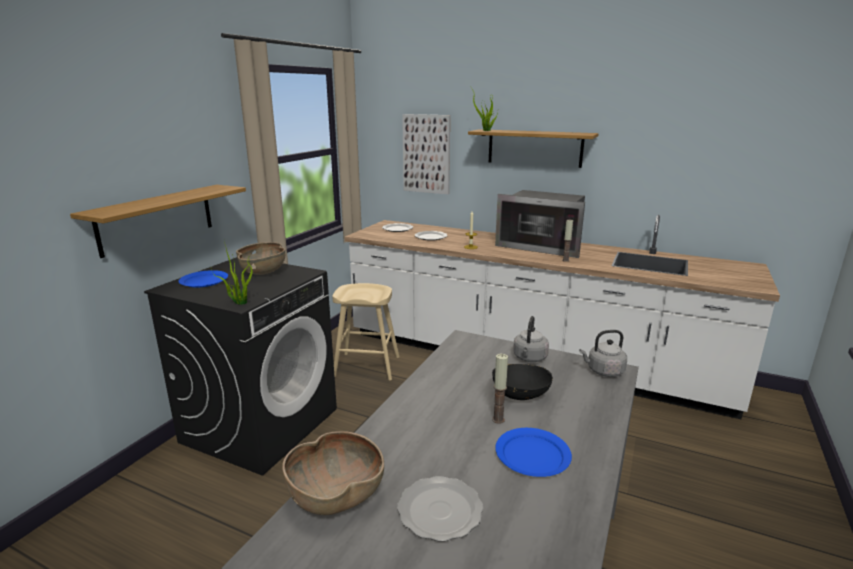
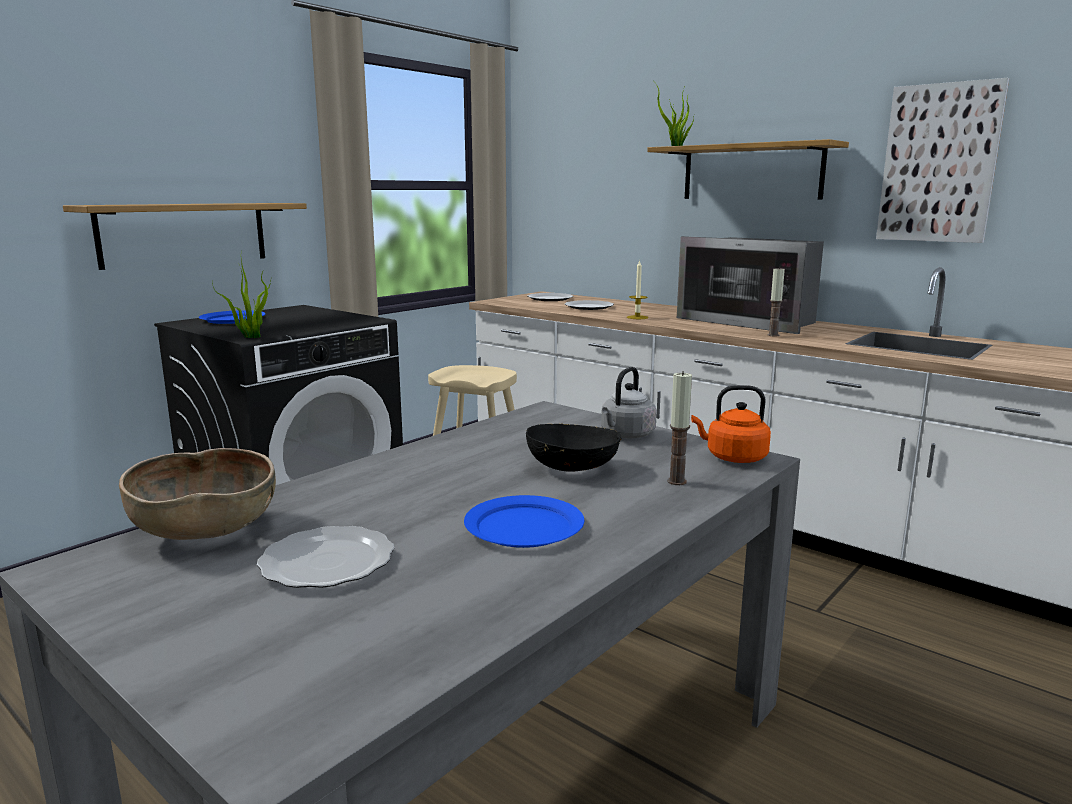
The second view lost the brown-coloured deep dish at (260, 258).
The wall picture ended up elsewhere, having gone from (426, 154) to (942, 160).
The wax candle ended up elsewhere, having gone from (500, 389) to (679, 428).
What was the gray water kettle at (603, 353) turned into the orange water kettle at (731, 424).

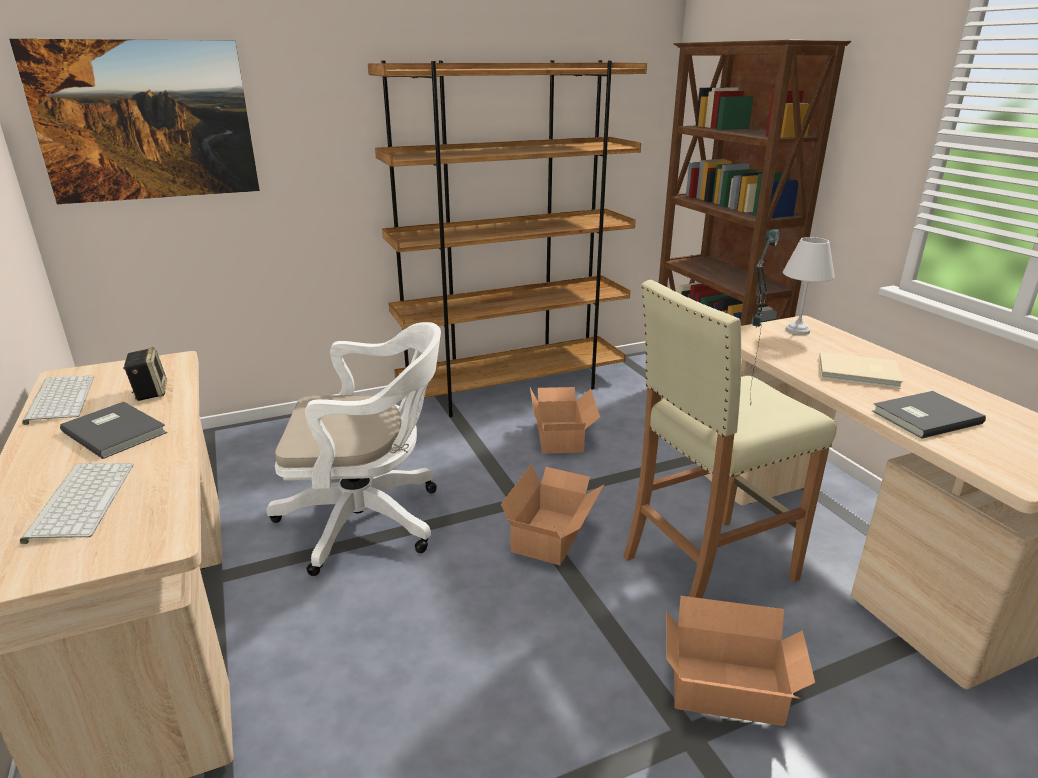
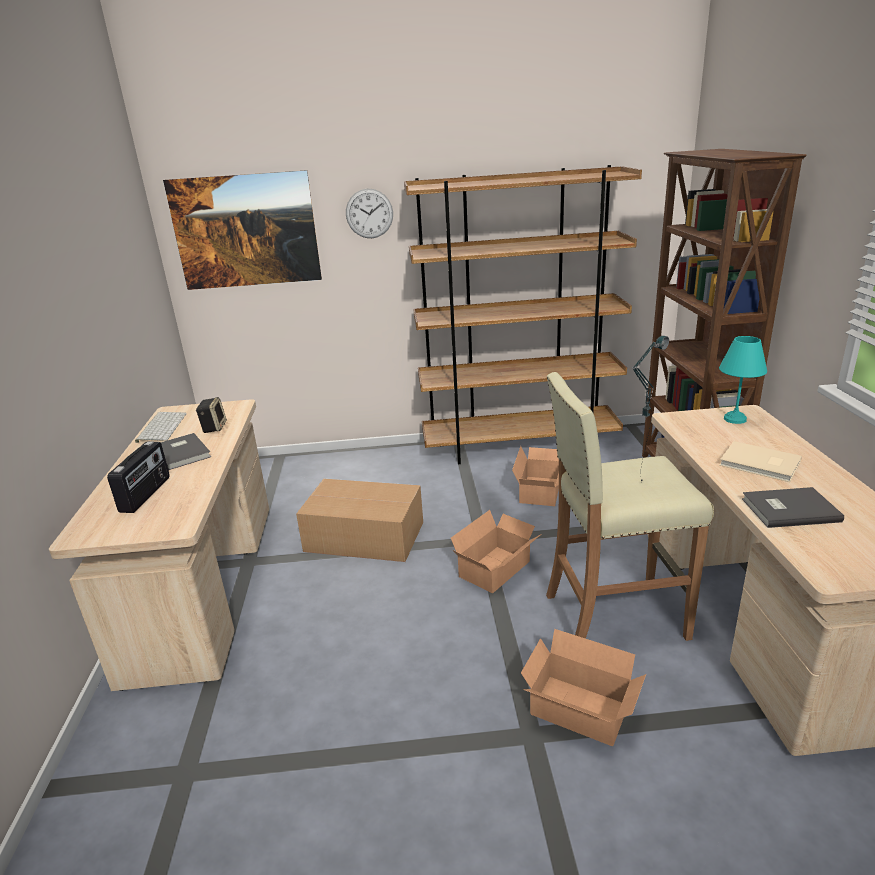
Where the keyboard stood at (77, 503), the radio set came to stand at (138, 477).
Where the whitish office chair stood at (354, 449), the cardboard box came to stand at (359, 520).
What was the whitish table lamp at (809, 286) turned into the blue-green table lamp at (743, 380).
The second view gained the clock on the wall at (369, 213).

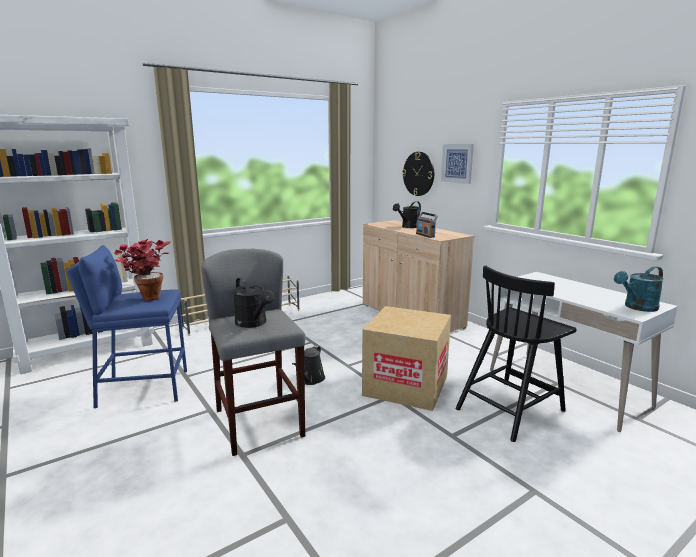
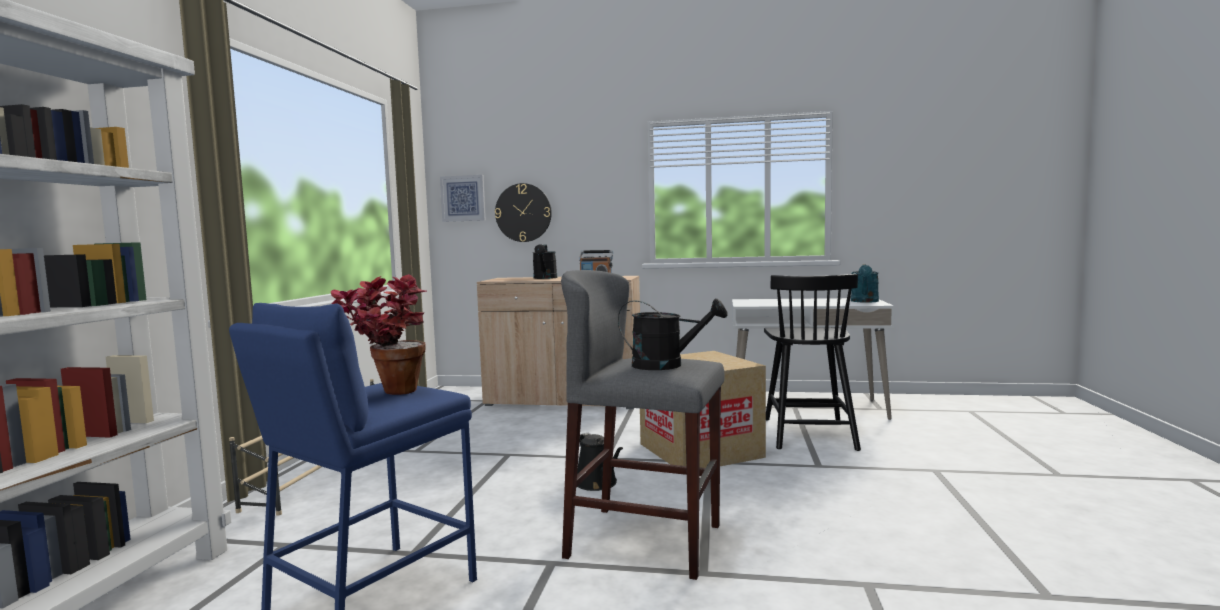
The wall picture ended up elsewhere, having gone from (457, 164) to (463, 198).

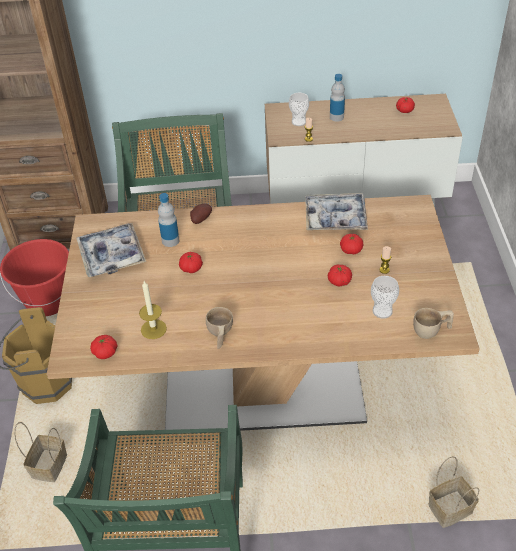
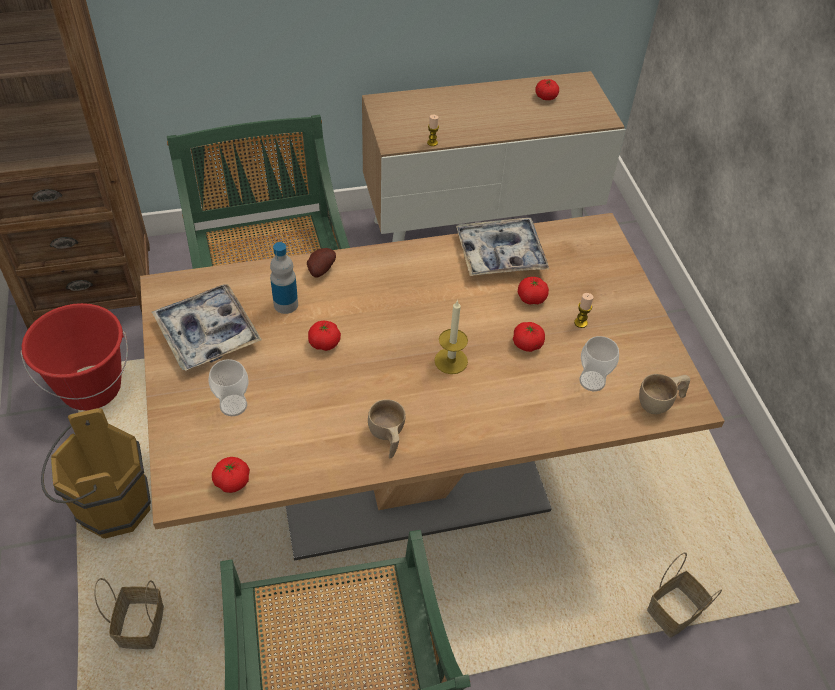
The wax candle ended up elsewhere, having gone from (153, 310) to (451, 337).
The small cup ended up elsewhere, having gone from (299, 109) to (228, 387).
The second view lost the bottle at (337, 98).

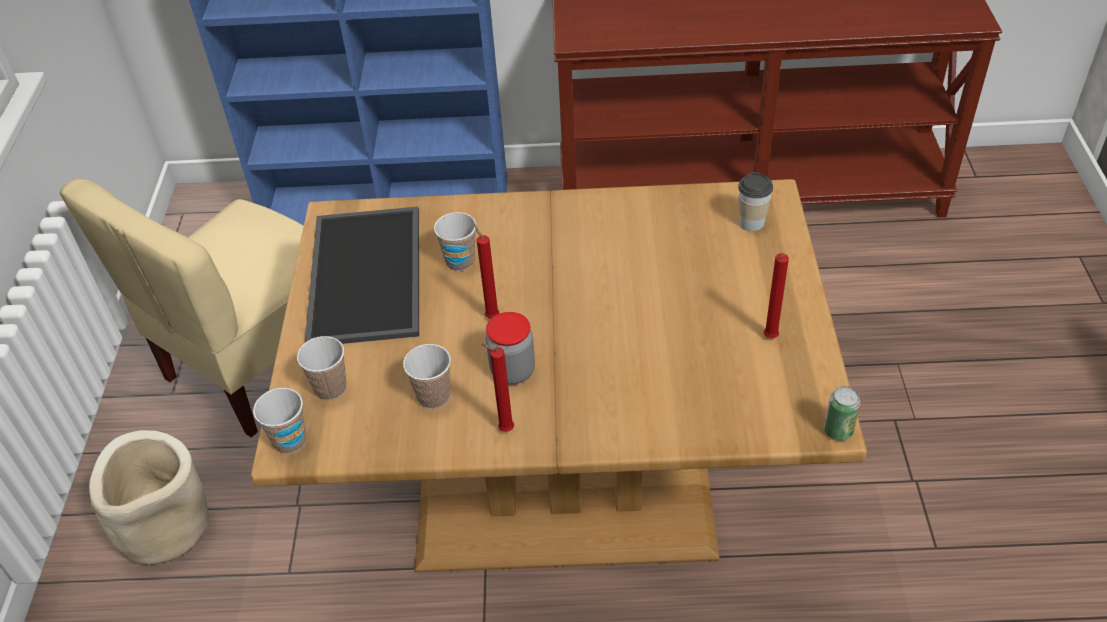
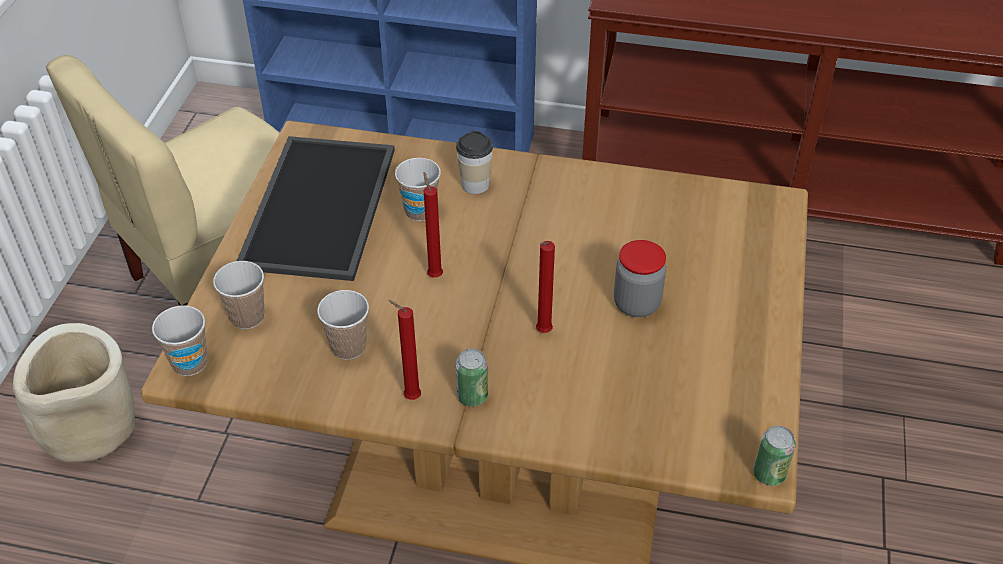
The storage jar ended up elsewhere, having gone from (510, 348) to (640, 278).
The small cup ended up elsewhere, having gone from (755, 201) to (474, 162).
The reddish wax candle ended up elsewhere, having gone from (776, 295) to (545, 287).
The second view gained the metal can at (471, 377).

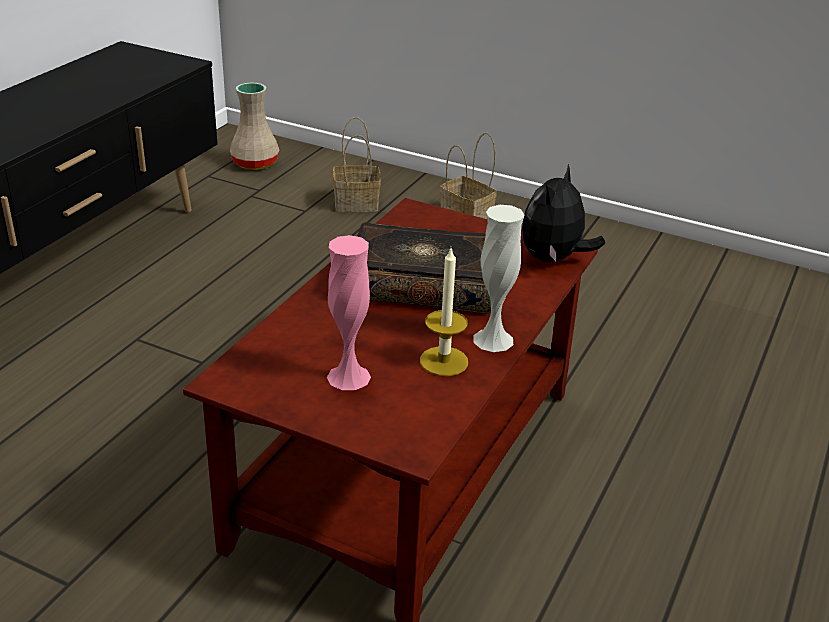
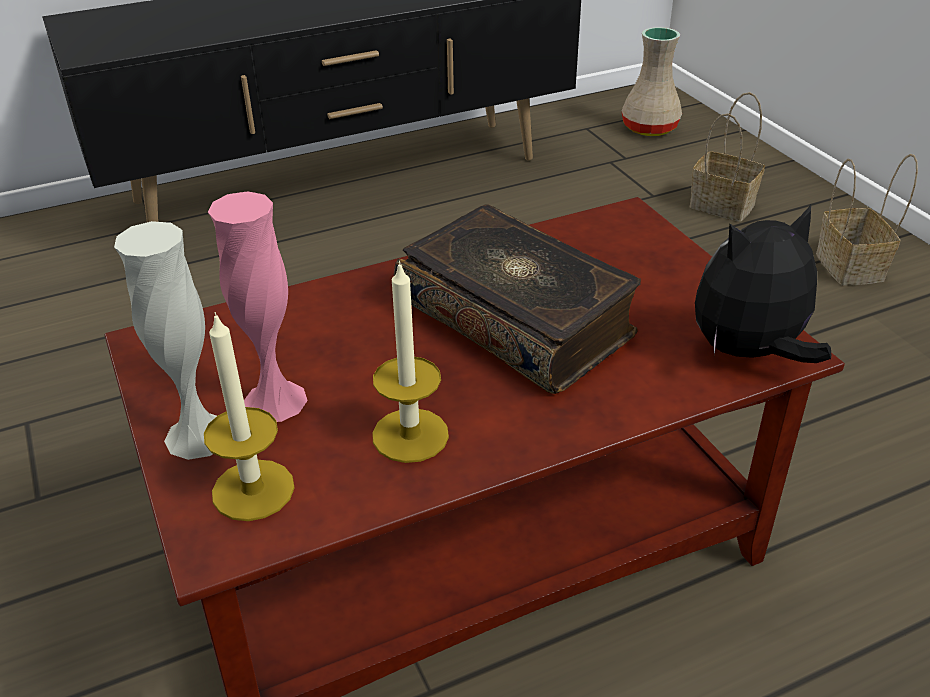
The whitish vase ended up elsewhere, having gone from (498, 278) to (165, 340).
The second view gained the wax candle at (249, 416).

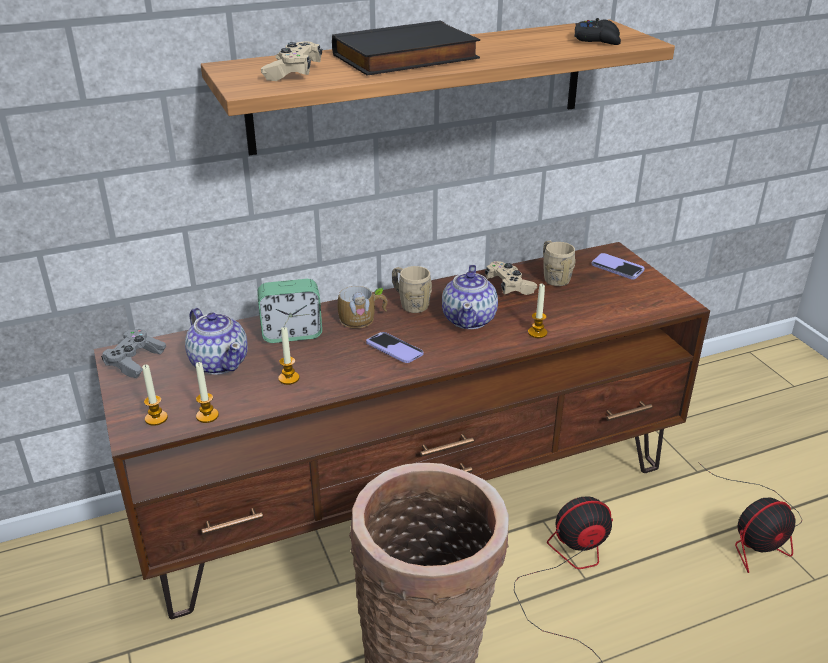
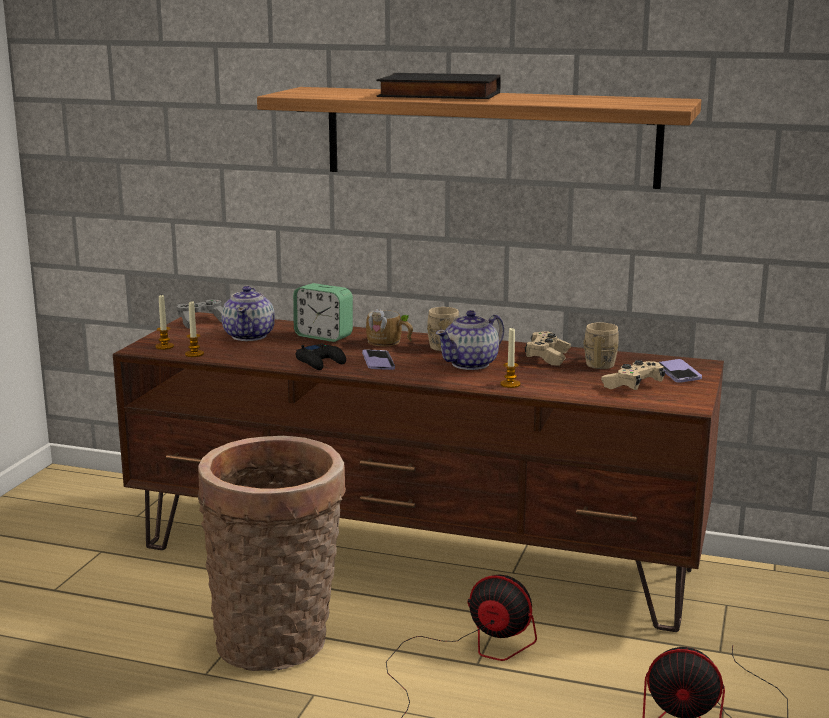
The sand-coloured game controller ended up elsewhere, having gone from (291, 61) to (633, 375).
The second view lost the wax candle at (289, 356).
The black-coloured game controller ended up elsewhere, having gone from (597, 31) to (321, 356).

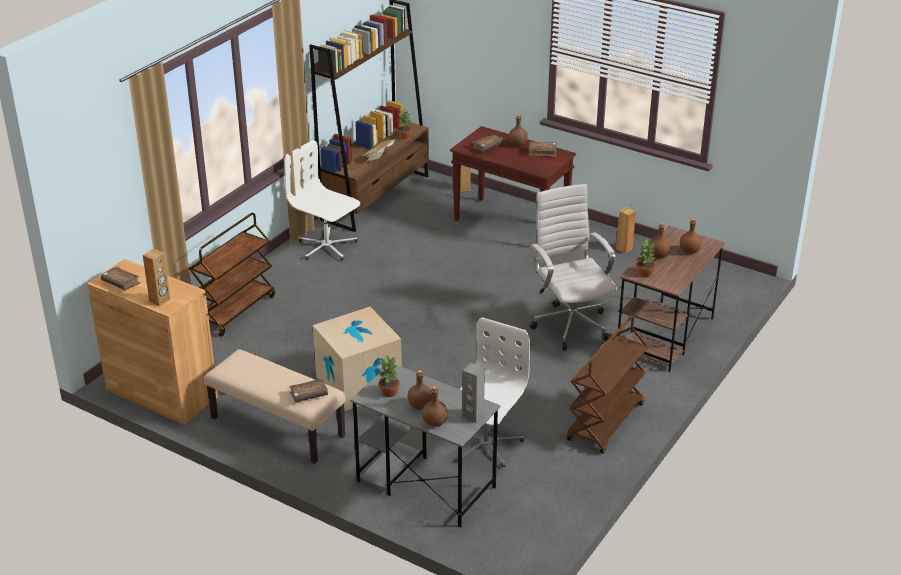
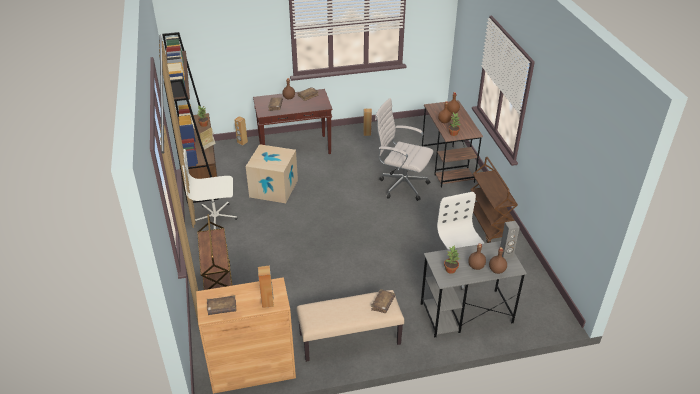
The cardboard box ended up elsewhere, having gone from (357, 359) to (272, 173).

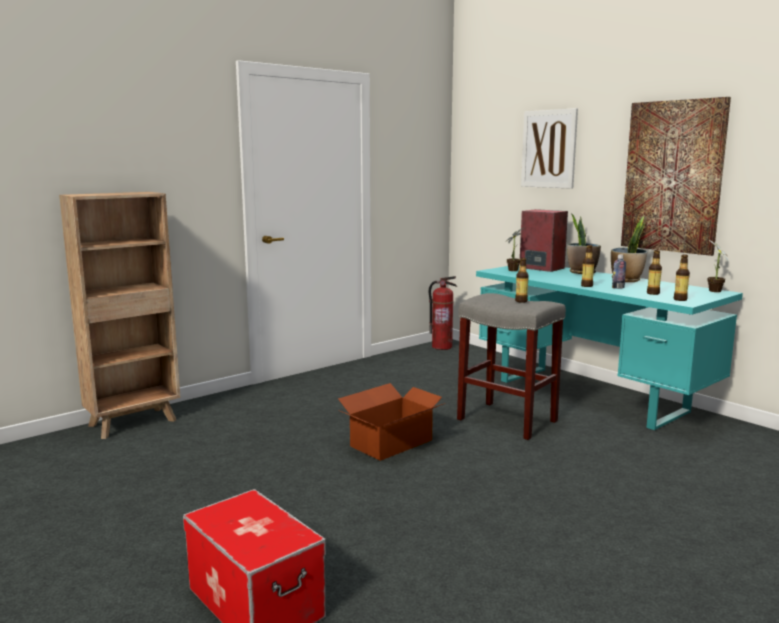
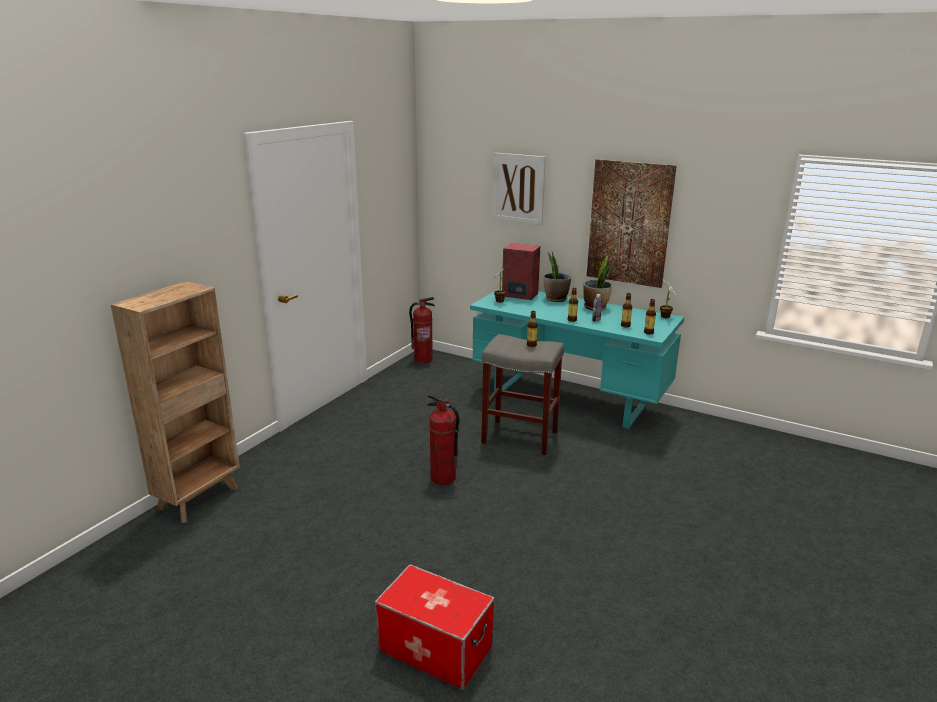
Where the cardboard box stood at (391, 422), the fire extinguisher came to stand at (443, 439).

